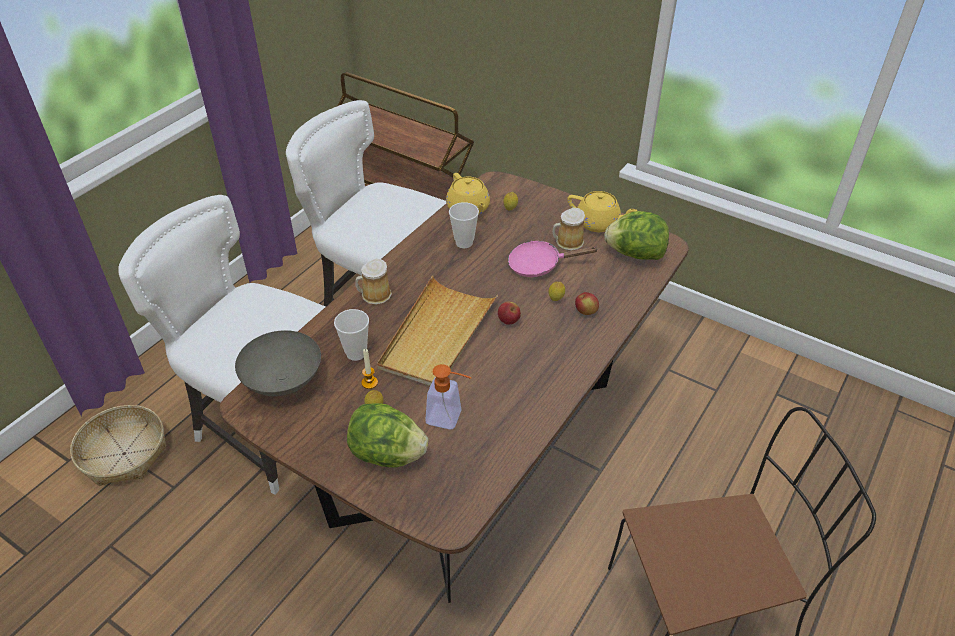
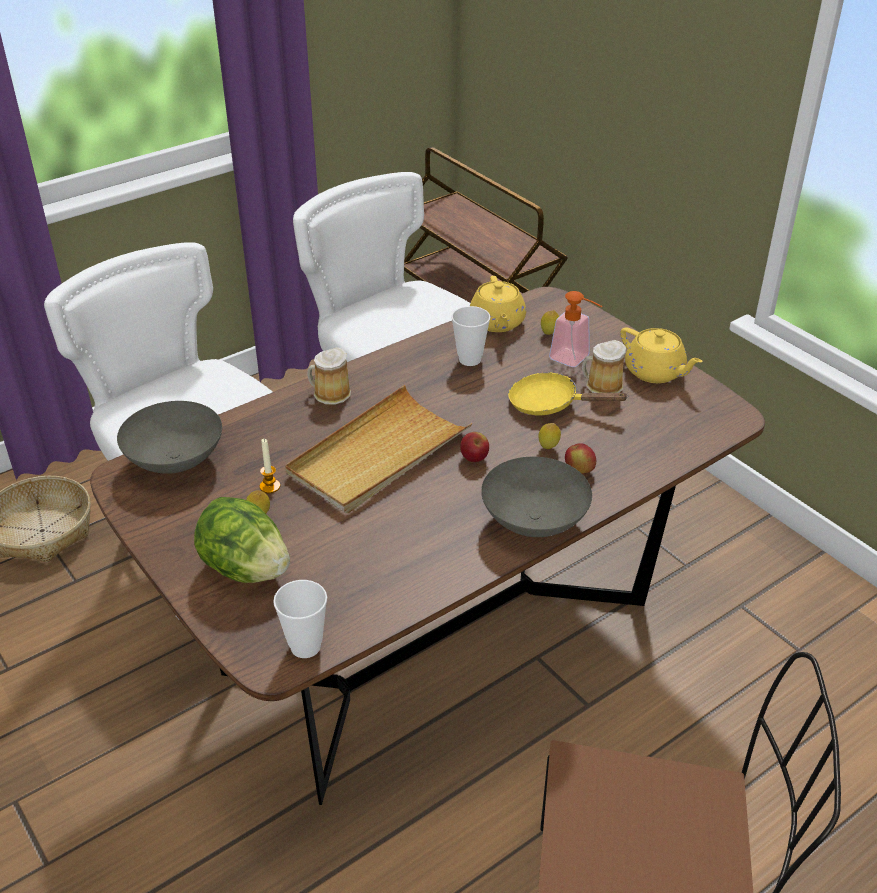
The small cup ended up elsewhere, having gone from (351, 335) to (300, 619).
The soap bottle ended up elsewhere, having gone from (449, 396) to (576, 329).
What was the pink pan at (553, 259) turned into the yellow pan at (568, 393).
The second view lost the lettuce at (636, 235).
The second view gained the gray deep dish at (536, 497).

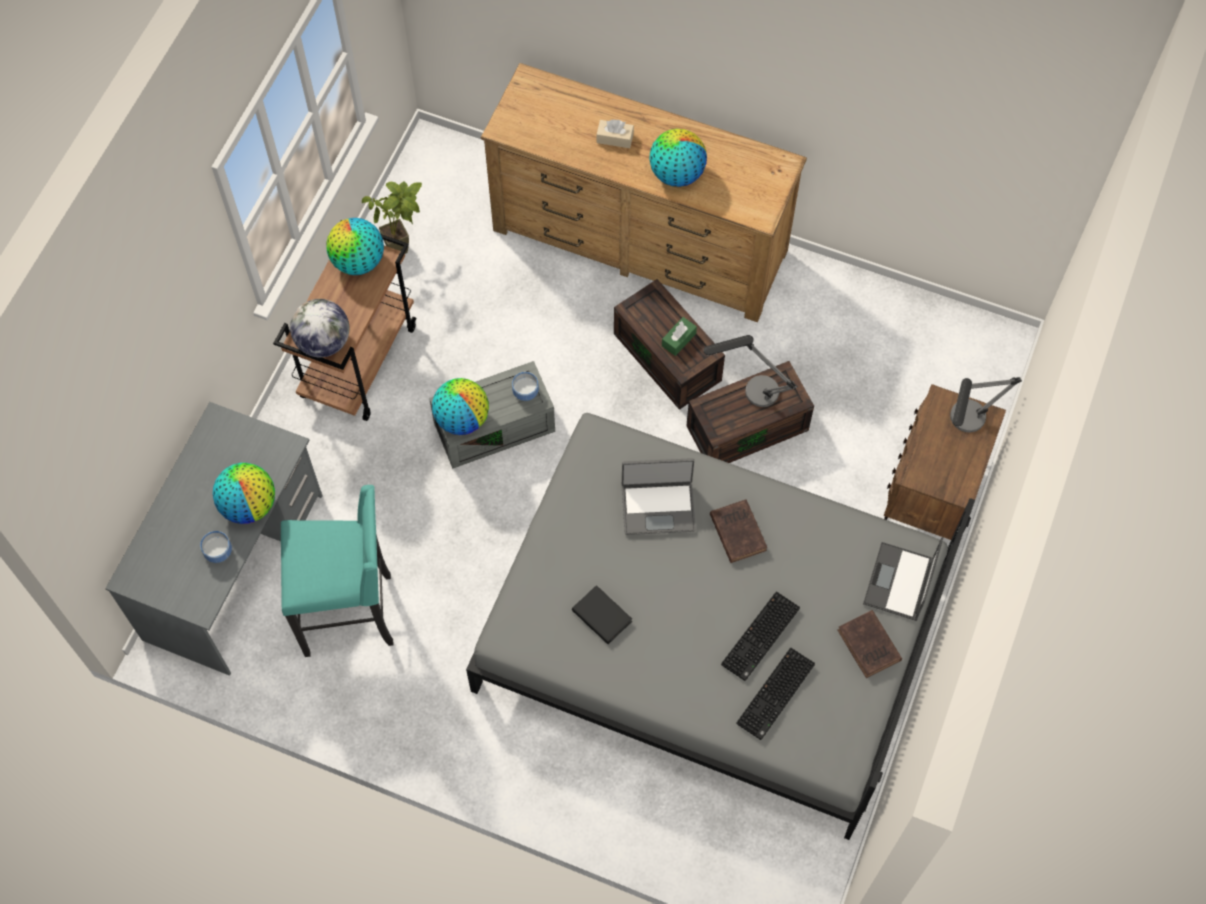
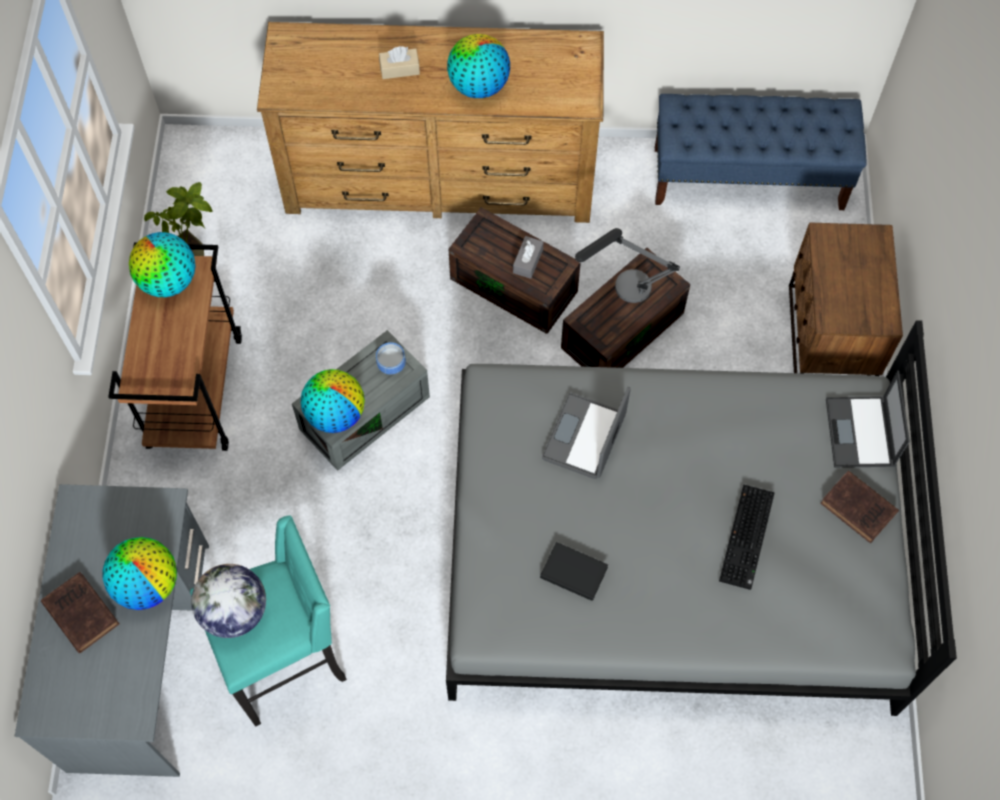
The second view lost the deep dish at (216, 547).
The globe ended up elsewhere, having gone from (319, 328) to (228, 601).
The laptop at (659, 496) ended up facing another way, 135 degrees clockwise from before.
What was the green box of tissues at (679, 336) turned into the gray box of tissues at (528, 257).
The brown-coloured volume ended up elsewhere, having gone from (738, 531) to (80, 612).
The second view lost the keyboard at (776, 694).
The second view lost the table lamp at (986, 404).
The second view gained the bluish bench at (761, 152).

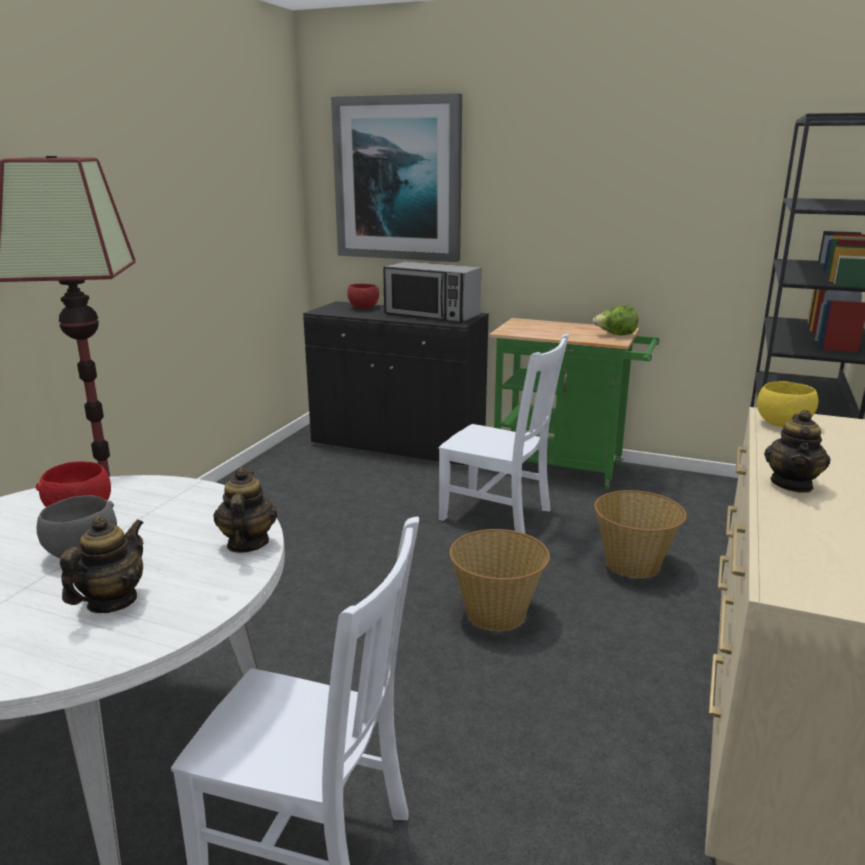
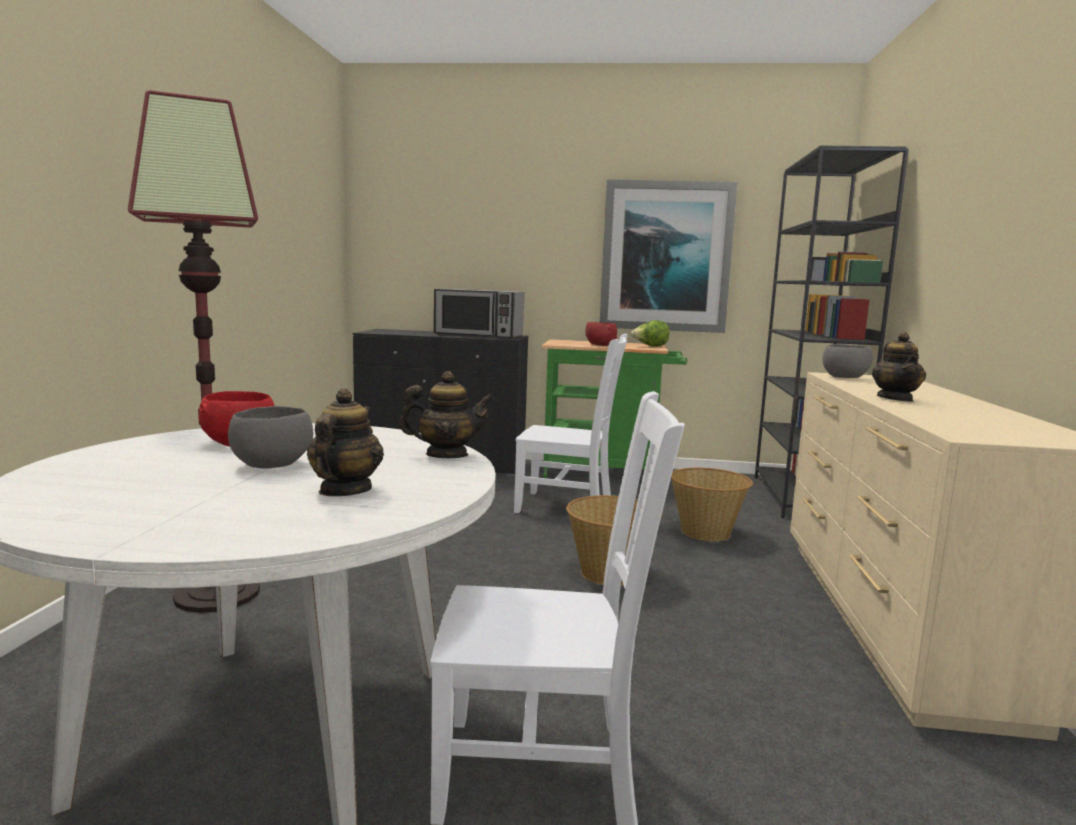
The pot for tea at (245, 510) ended up facing another way, 105 degrees clockwise from before.
The wall picture ended up elsewhere, having gone from (396, 177) to (669, 256).
The reddish deep dish ended up elsewhere, having gone from (363, 296) to (601, 334).
What was the yellow deep dish at (787, 404) turned into the gray deep dish at (847, 361).

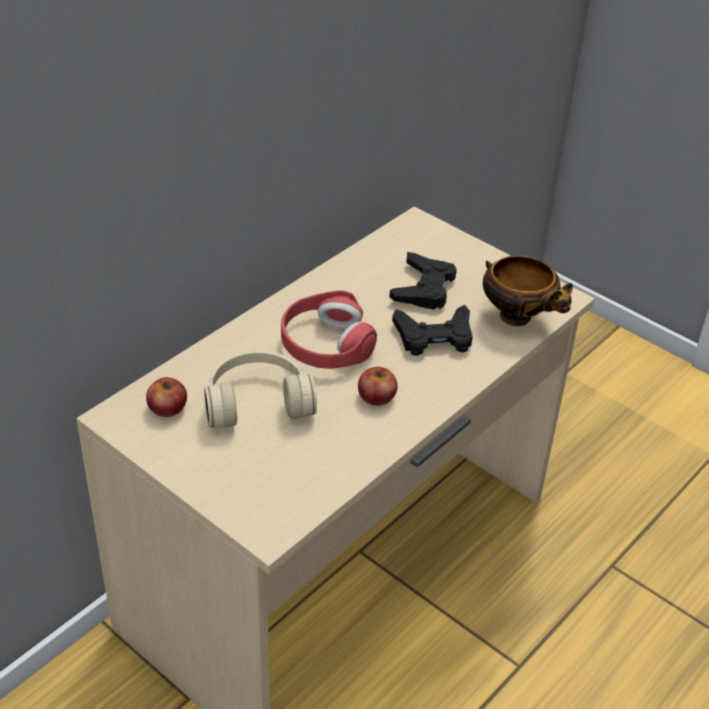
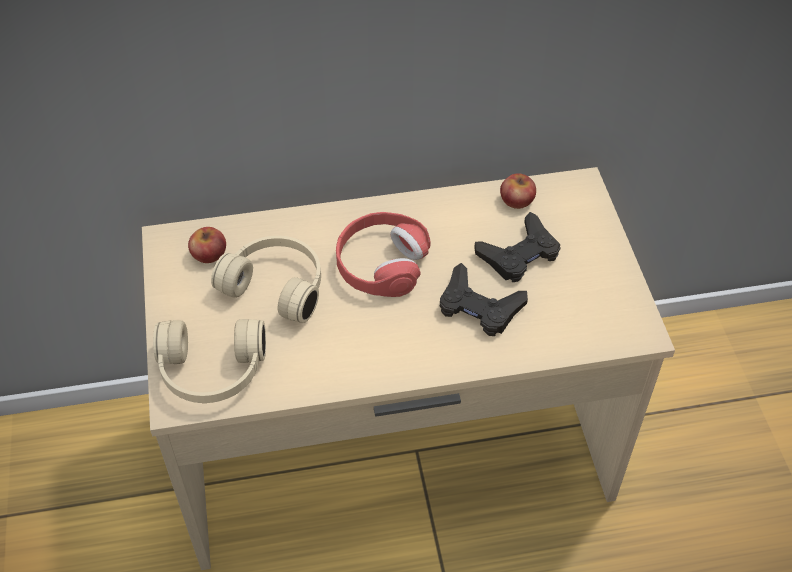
The apple ended up elsewhere, having gone from (378, 386) to (518, 191).
The second view lost the deep dish at (528, 291).
The second view gained the sand-coloured headset at (209, 361).

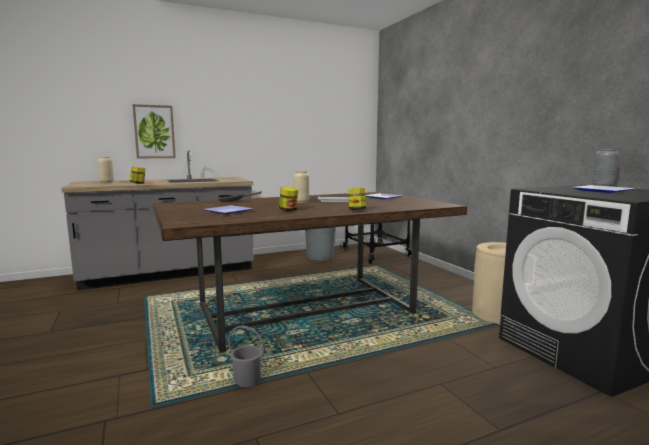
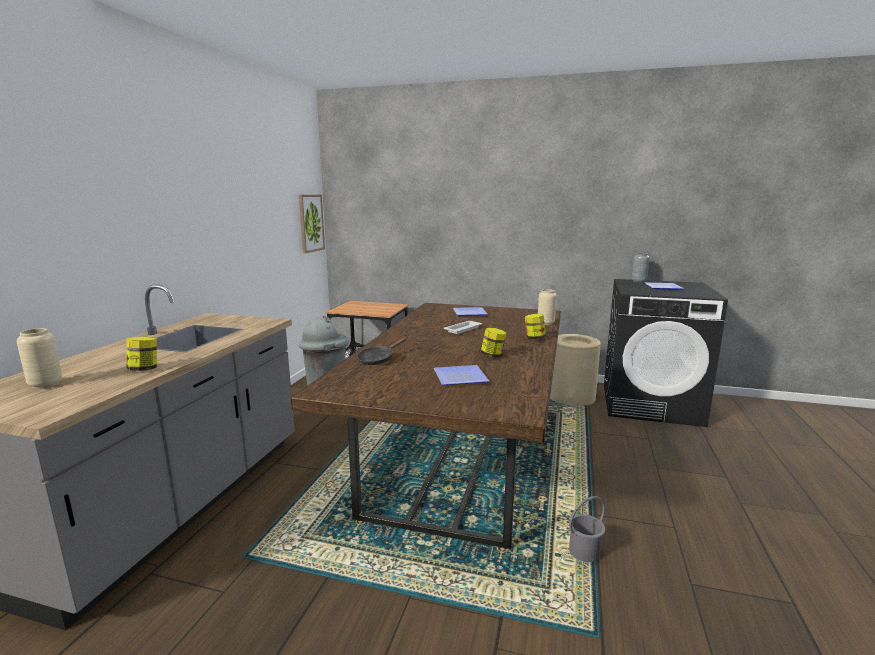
The wall picture ended up elsewhere, having gone from (154, 131) to (312, 224).
The sand-coloured vase ended up elsewhere, having gone from (301, 187) to (547, 307).

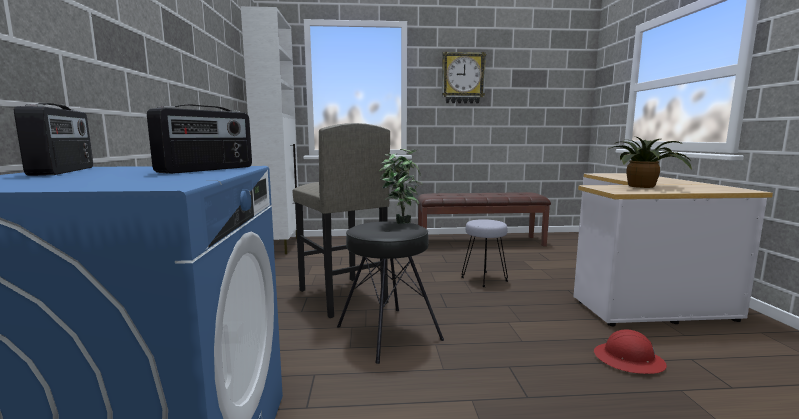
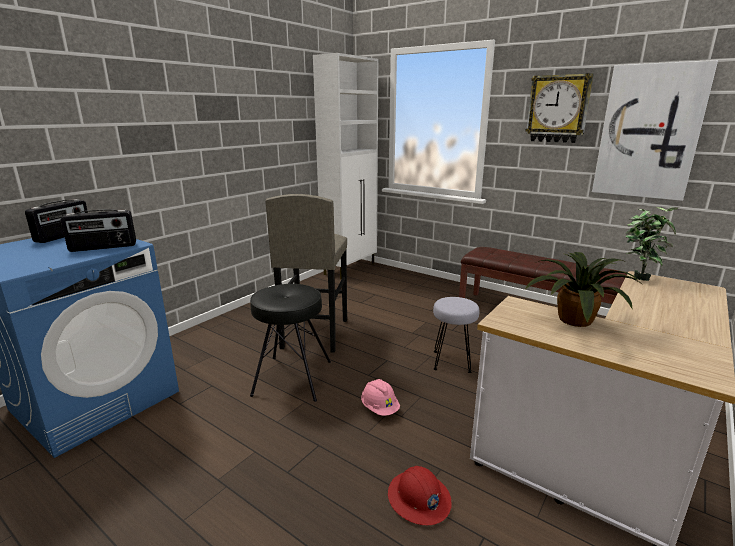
The potted plant ended up elsewhere, having gone from (401, 186) to (652, 244).
The second view gained the pink hard hat at (380, 397).
The second view gained the wall picture at (655, 130).

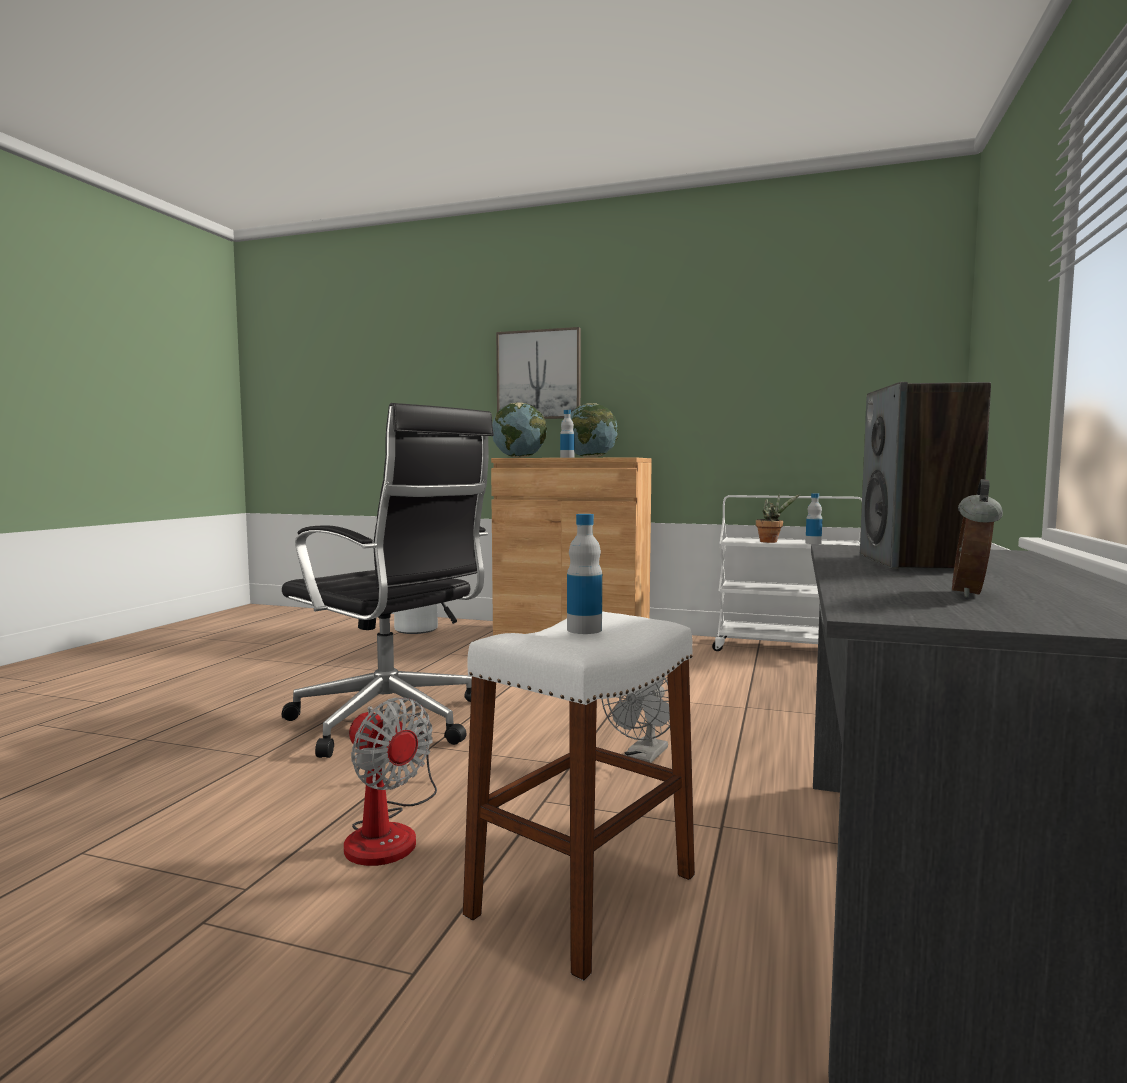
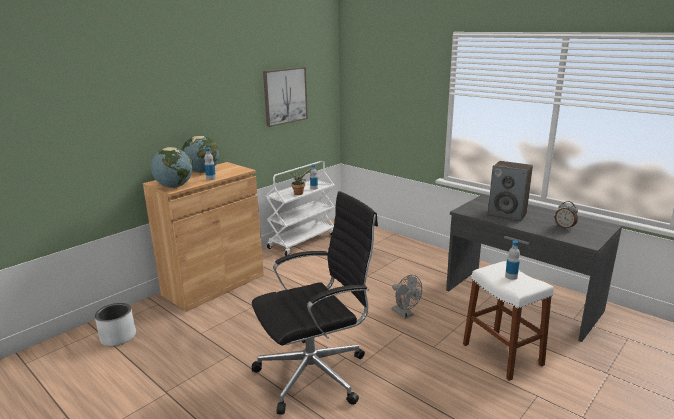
The second view lost the electric fan at (390, 782).
The wall picture ended up elsewhere, having gone from (538, 373) to (285, 97).

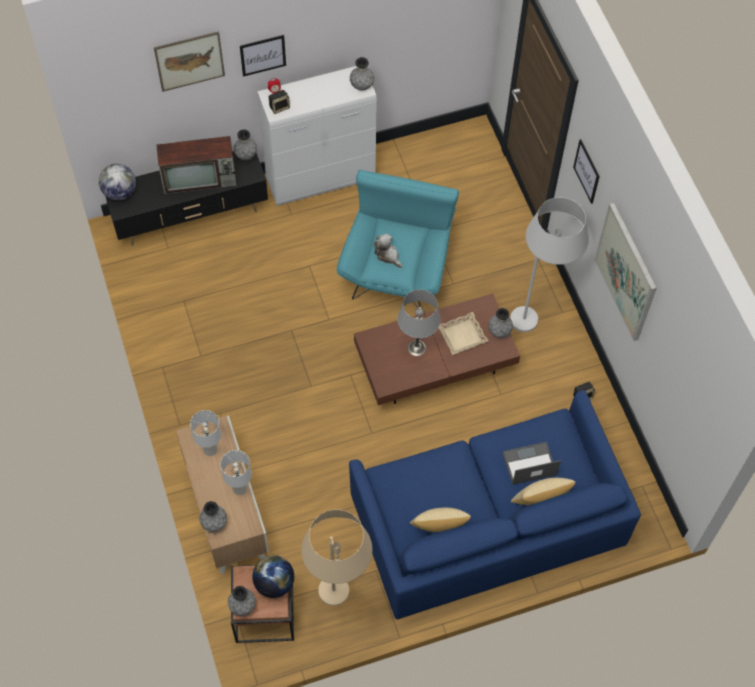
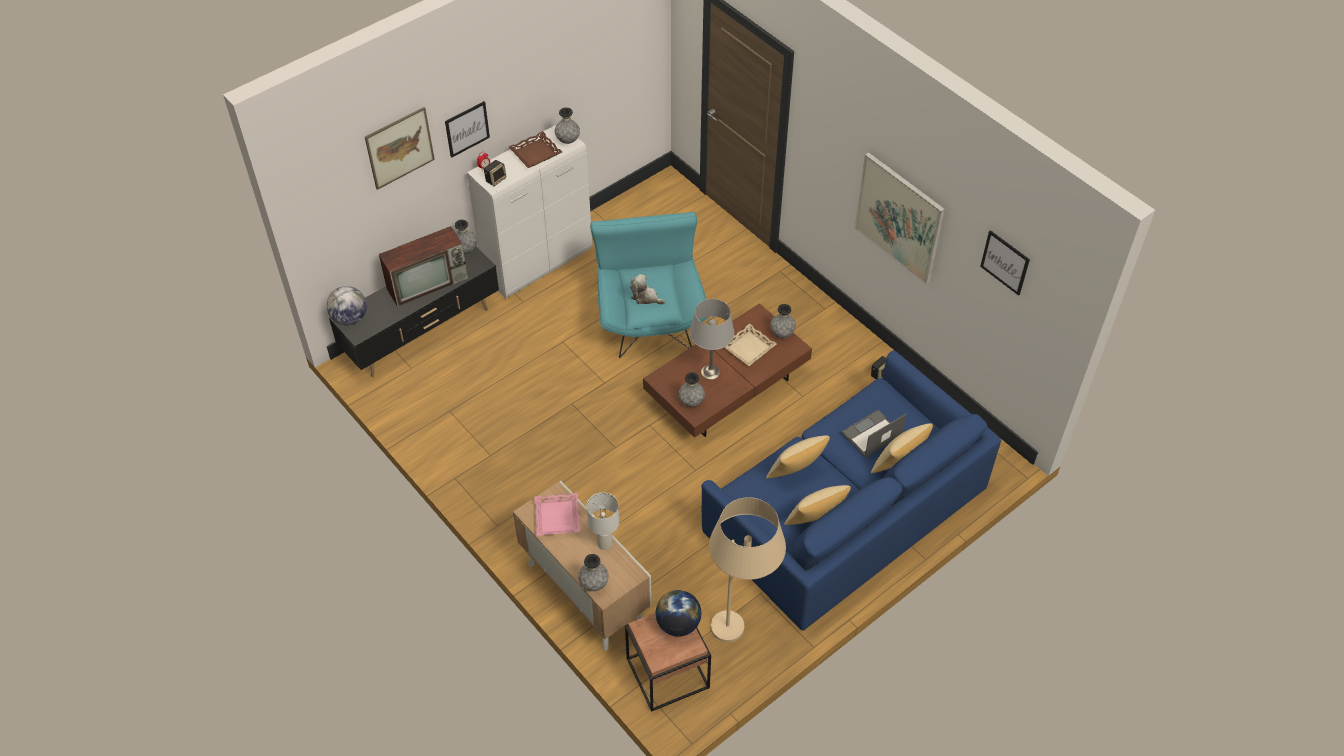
Where the whitish table lamp stood at (205, 433), the pink carrying tray came to stand at (557, 514).
The gray vase ended up elsewhere, having gone from (242, 601) to (691, 389).
The second view lost the whitish standard lamp at (549, 264).
The wall picture ended up elsewhere, having gone from (586, 171) to (1005, 263).
The second view gained the brown-coloured carrying tray at (535, 149).
The second view gained the pillow at (798, 456).

